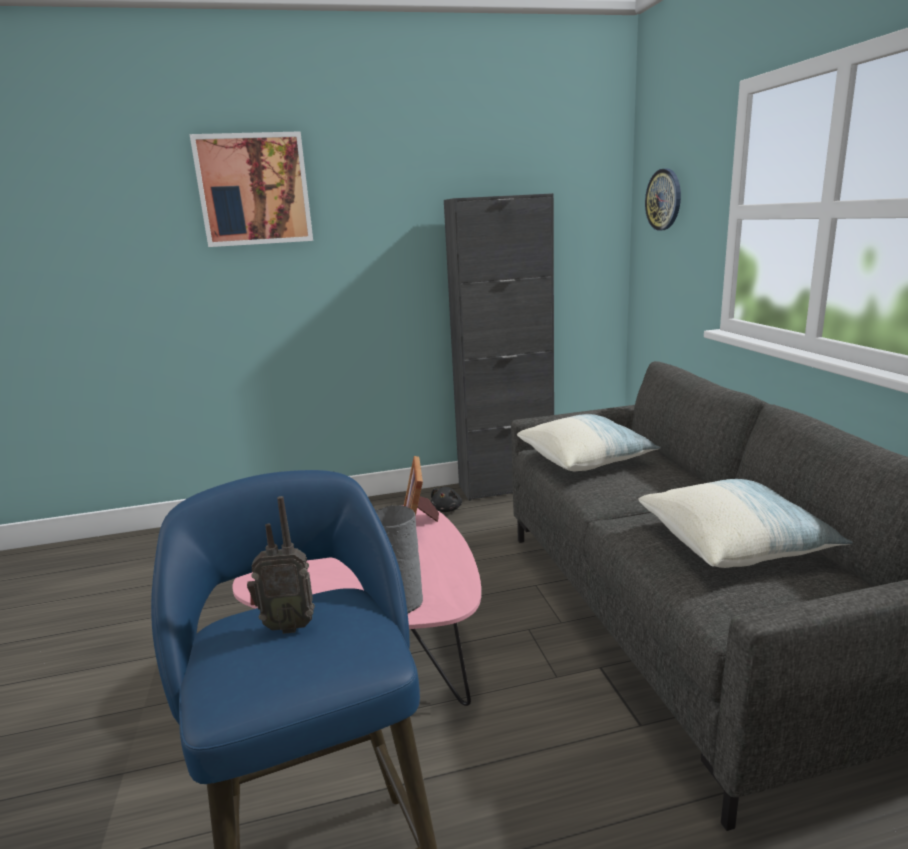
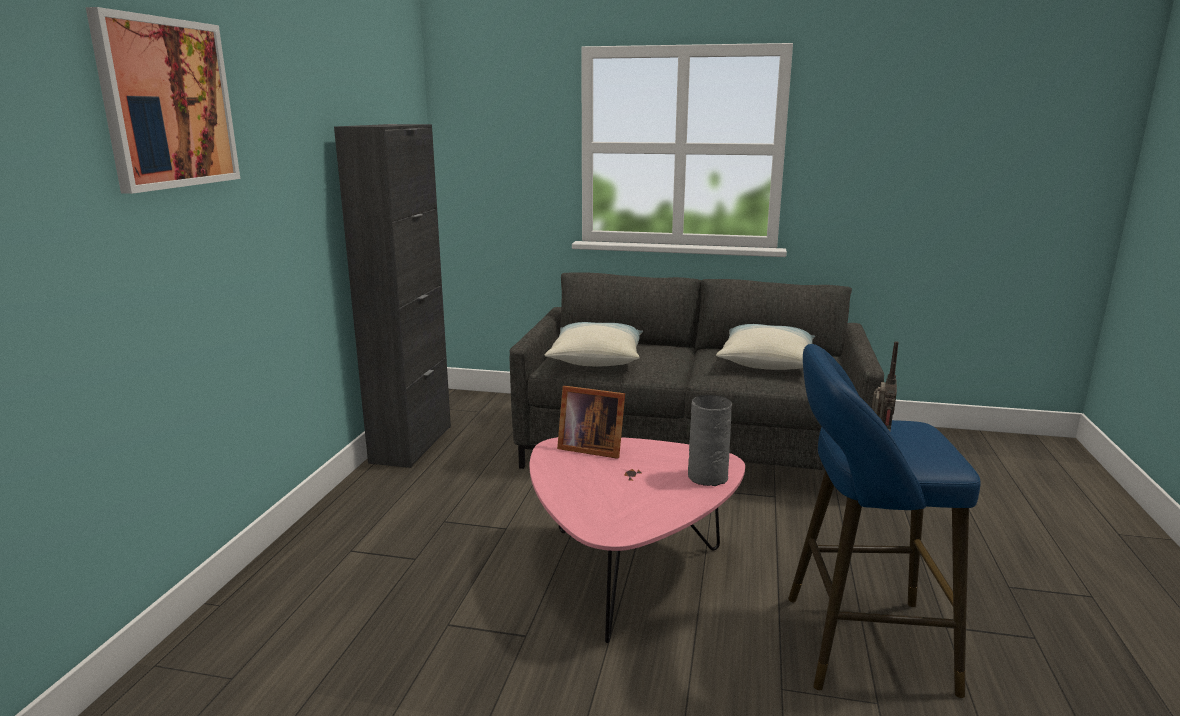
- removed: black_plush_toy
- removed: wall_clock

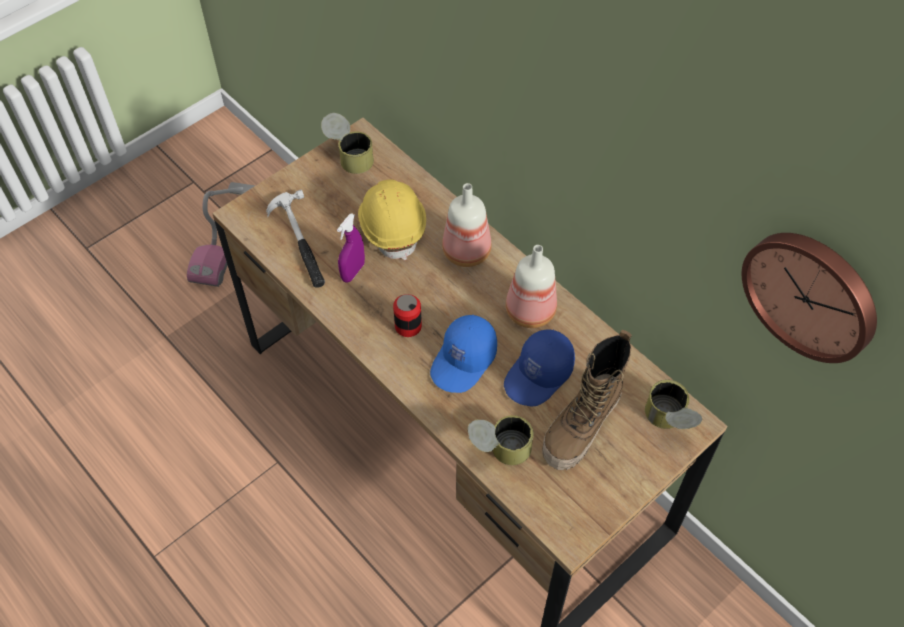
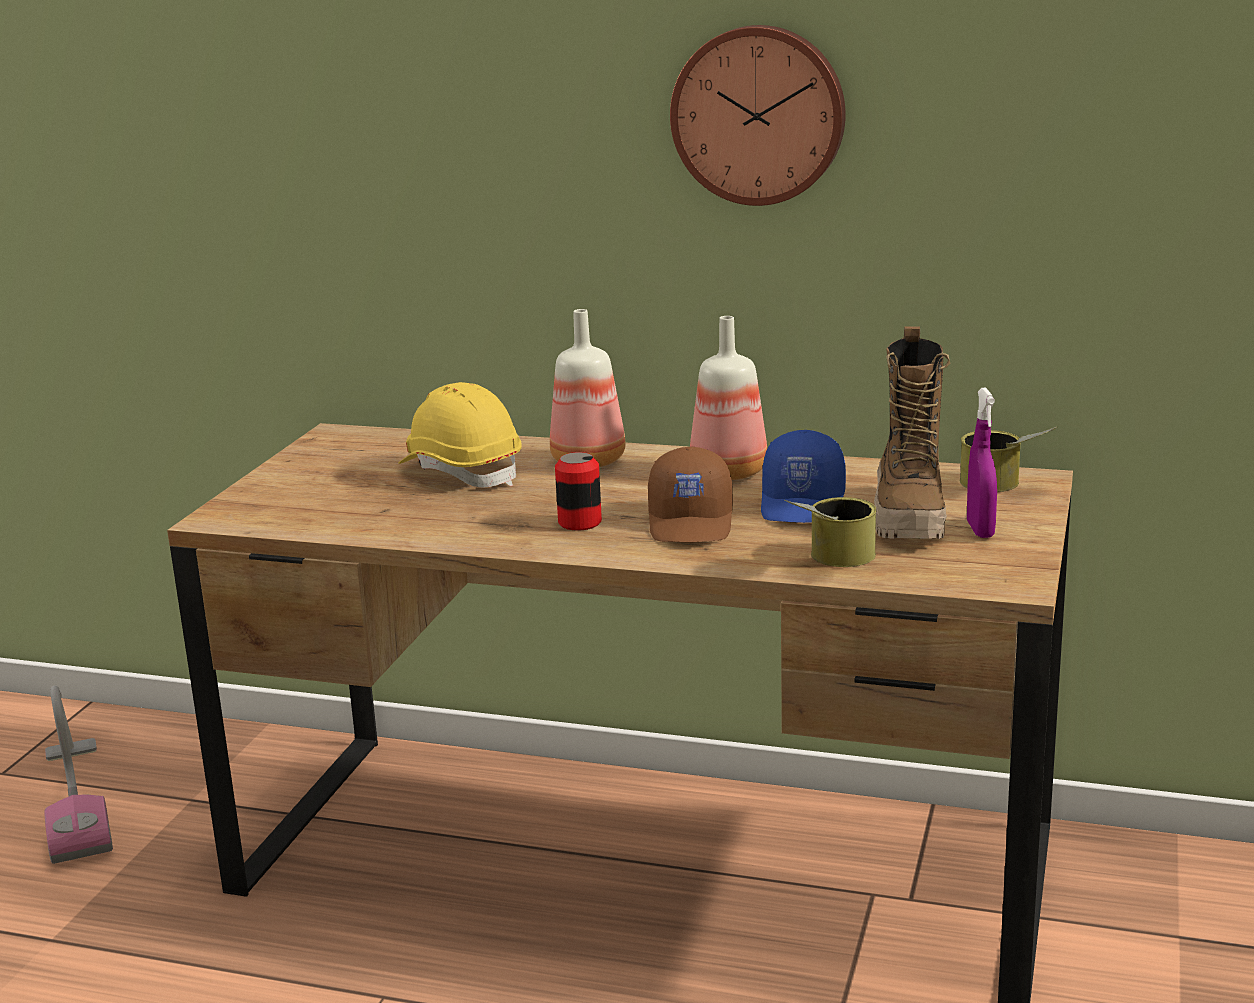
- removed: hammer
- removed: can (1st from left)
- moved: purple_spray_bottle
- recoloured: blue_cap (1st from left) to brown_cap
- moved: wall_clock

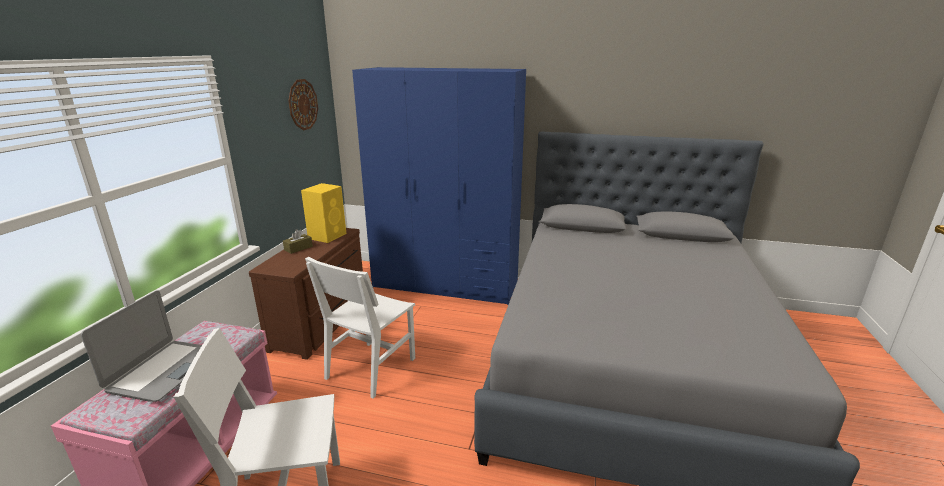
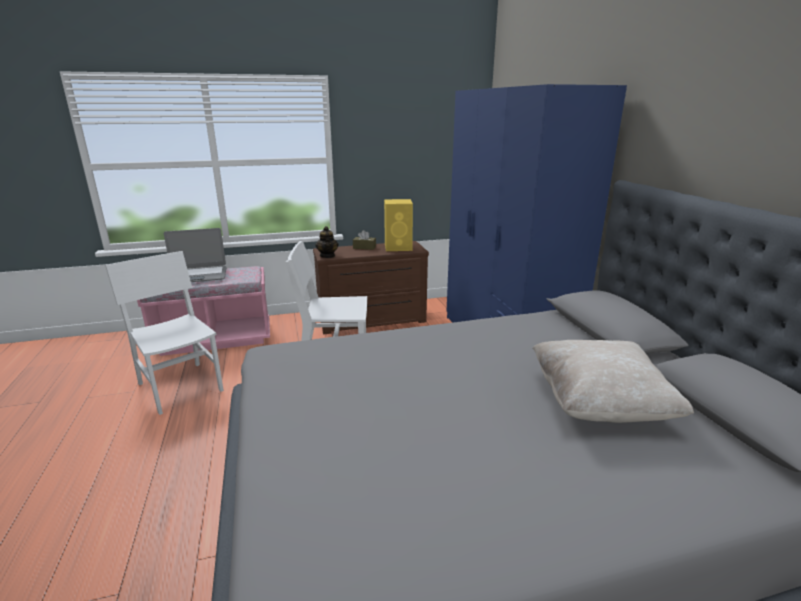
- removed: wall_clock
- added: teapot
- added: beige_pillow

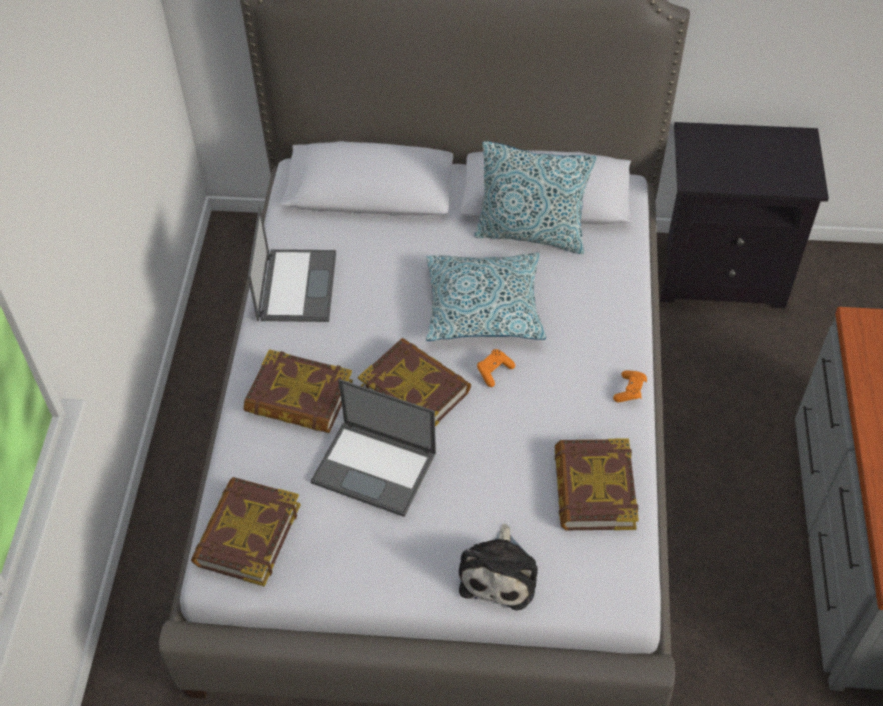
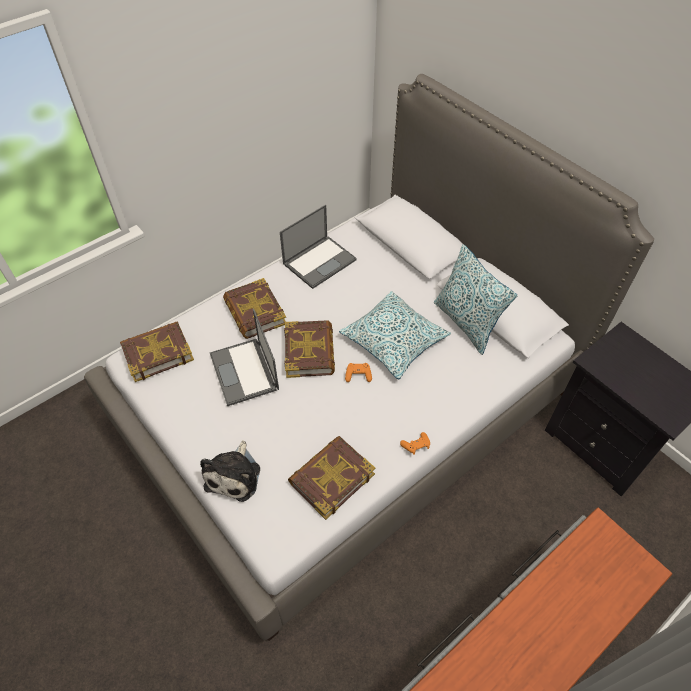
- turned: plush_toy 45 degrees counterclockwise

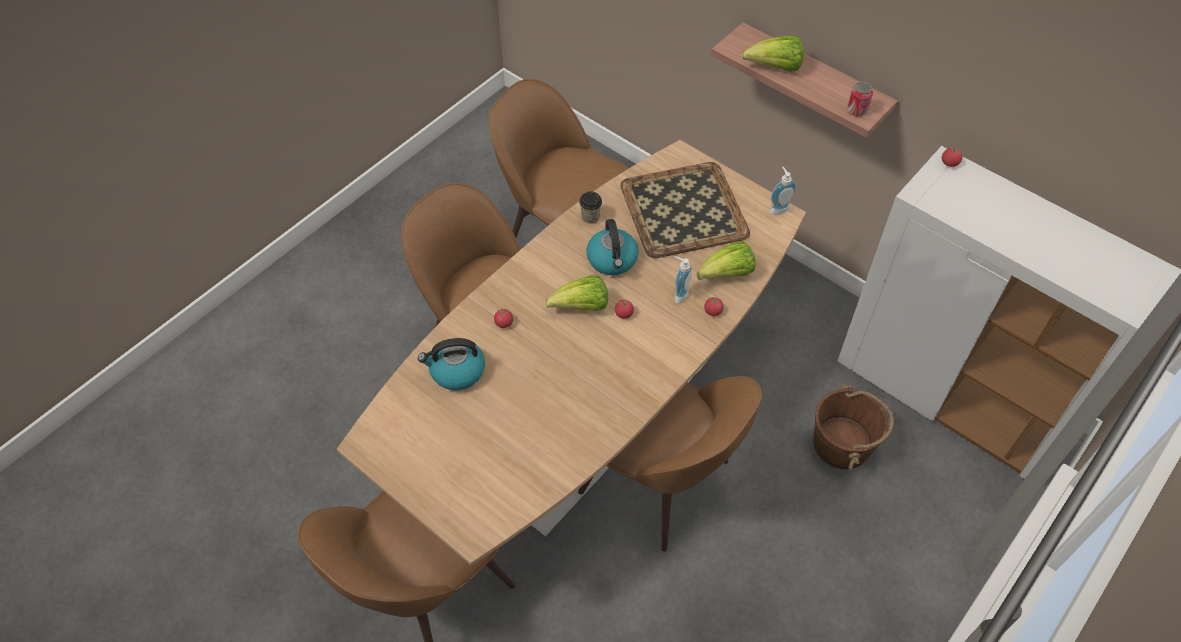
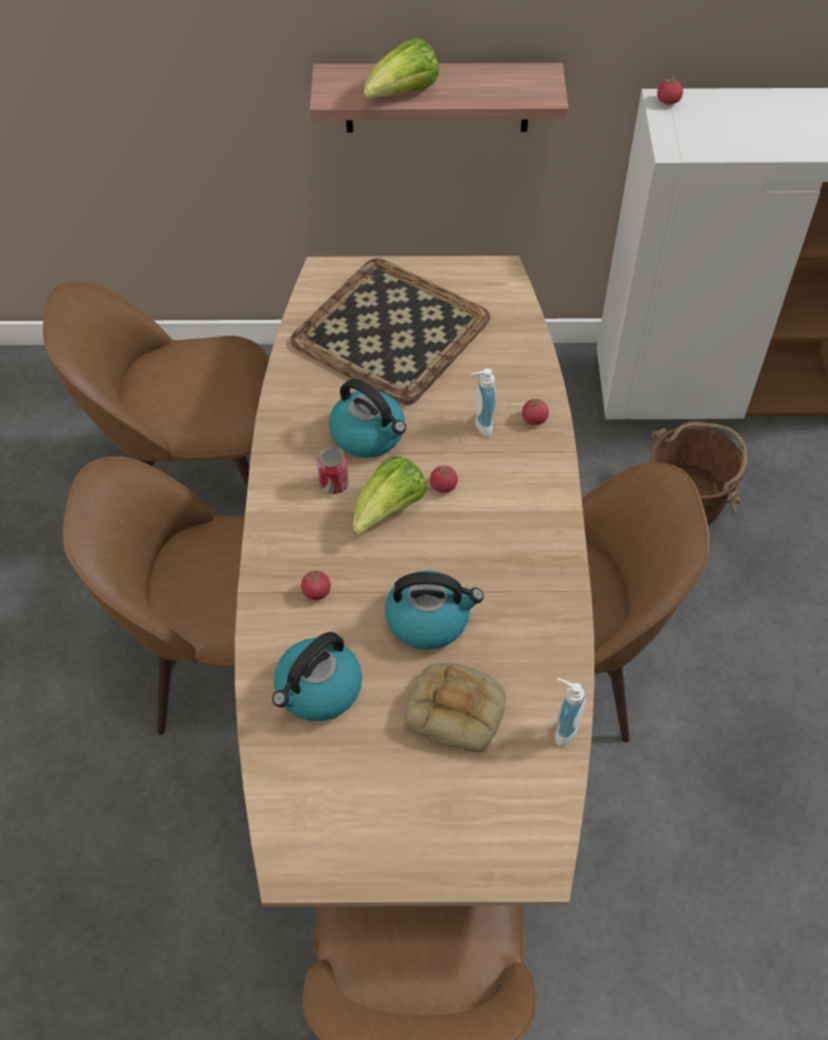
- removed: cup
- removed: lettuce (2nd from left)
- moved: soap_dispenser (2nd from left)
- moved: can
- added: kettle (3rd from left)
- added: bread

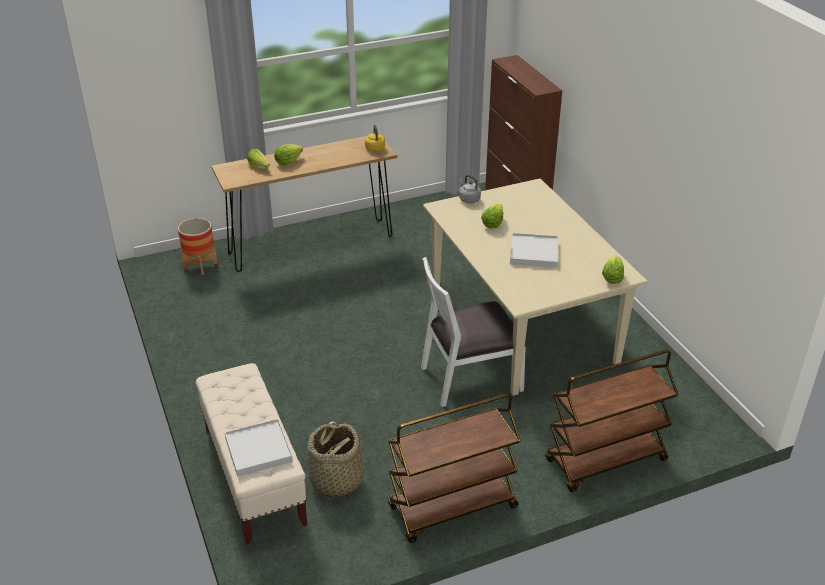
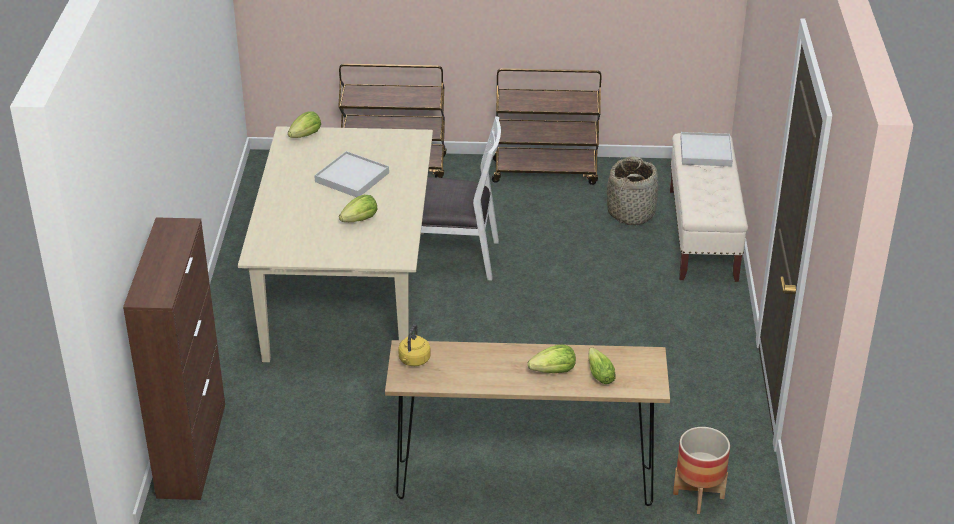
- removed: grey_kettle

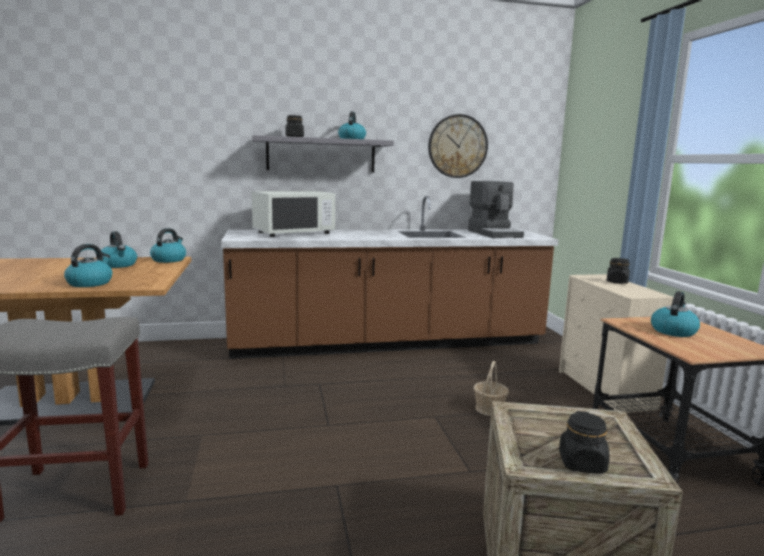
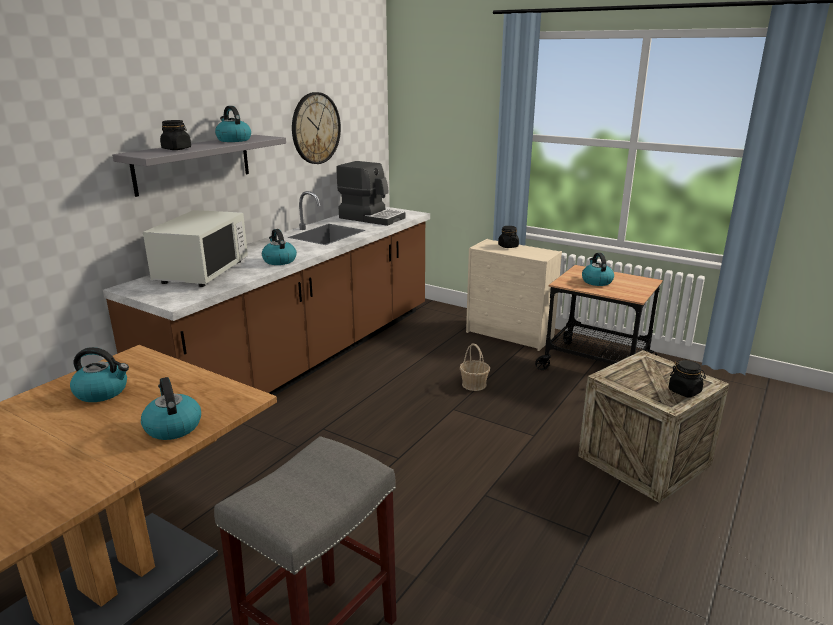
- moved: kettle (3rd from left in the first image) to kettle (4th from left)

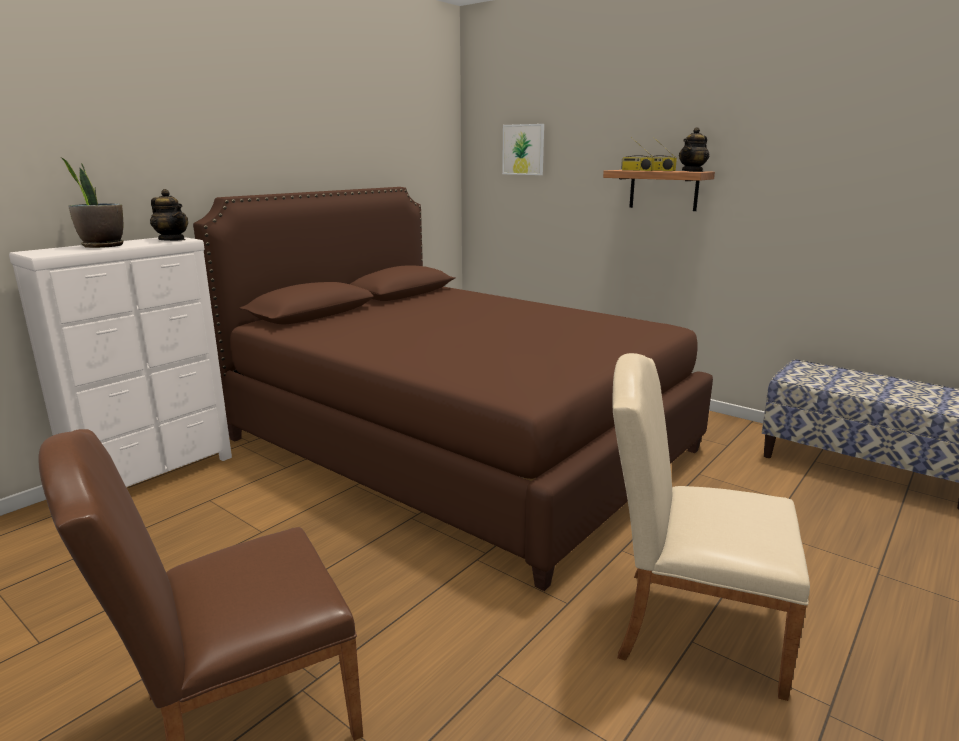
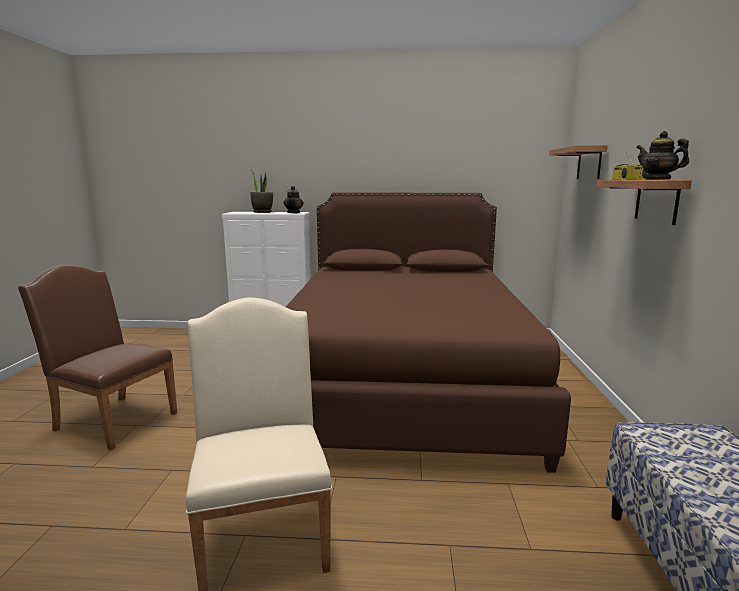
- replaced: picture to shelf (1st from left)
- turned: teapot (2nd from left) 45 degrees clockwise

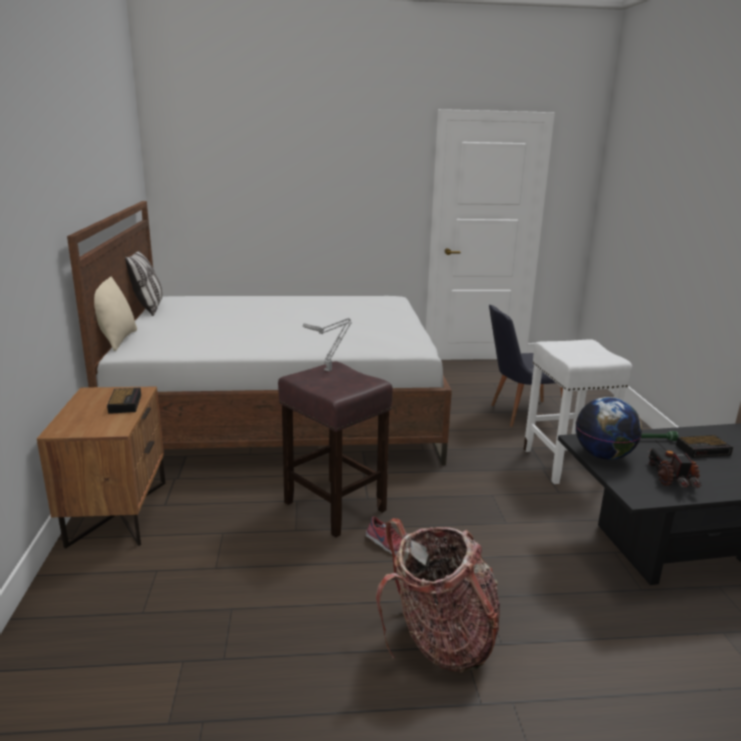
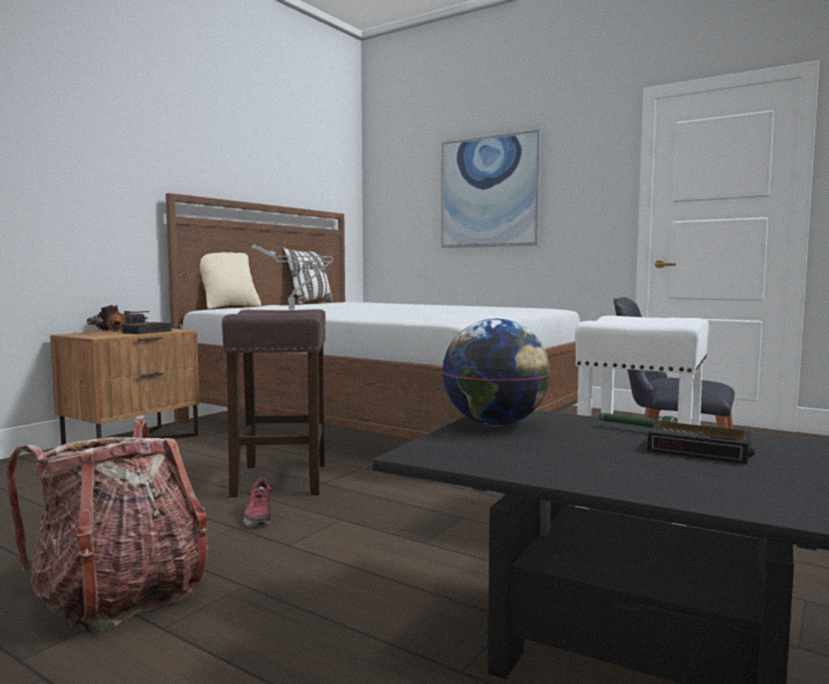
- moved: toy_truck
- added: picture

